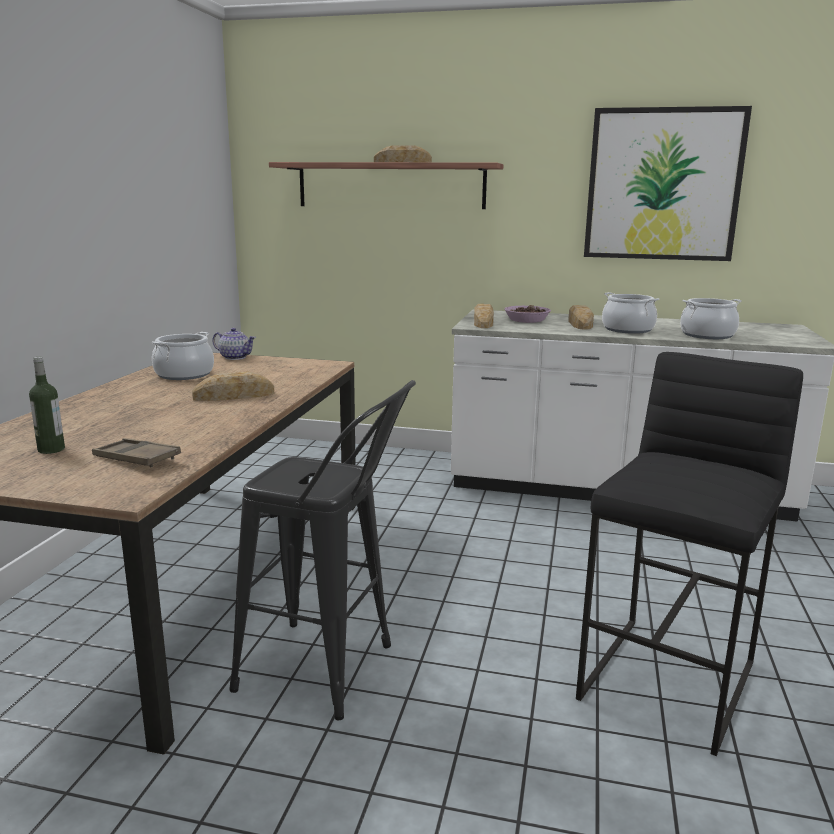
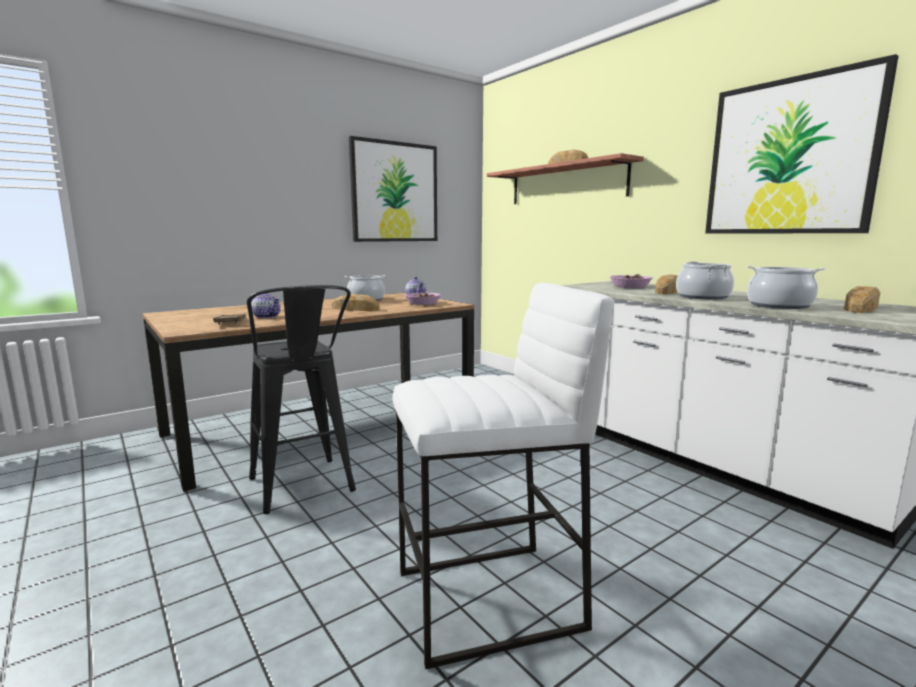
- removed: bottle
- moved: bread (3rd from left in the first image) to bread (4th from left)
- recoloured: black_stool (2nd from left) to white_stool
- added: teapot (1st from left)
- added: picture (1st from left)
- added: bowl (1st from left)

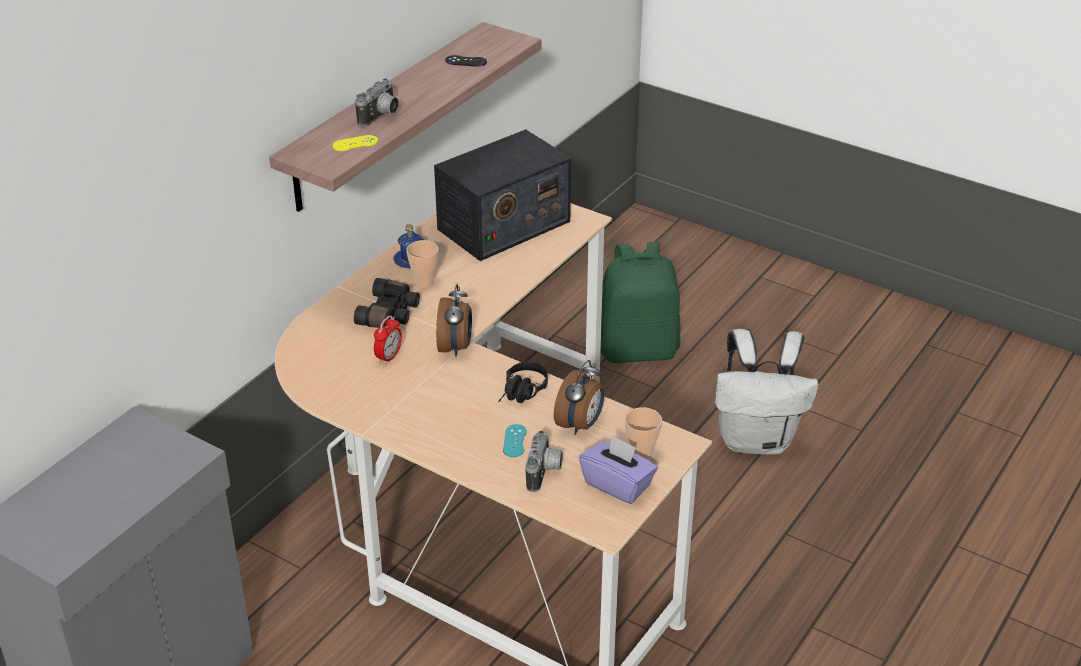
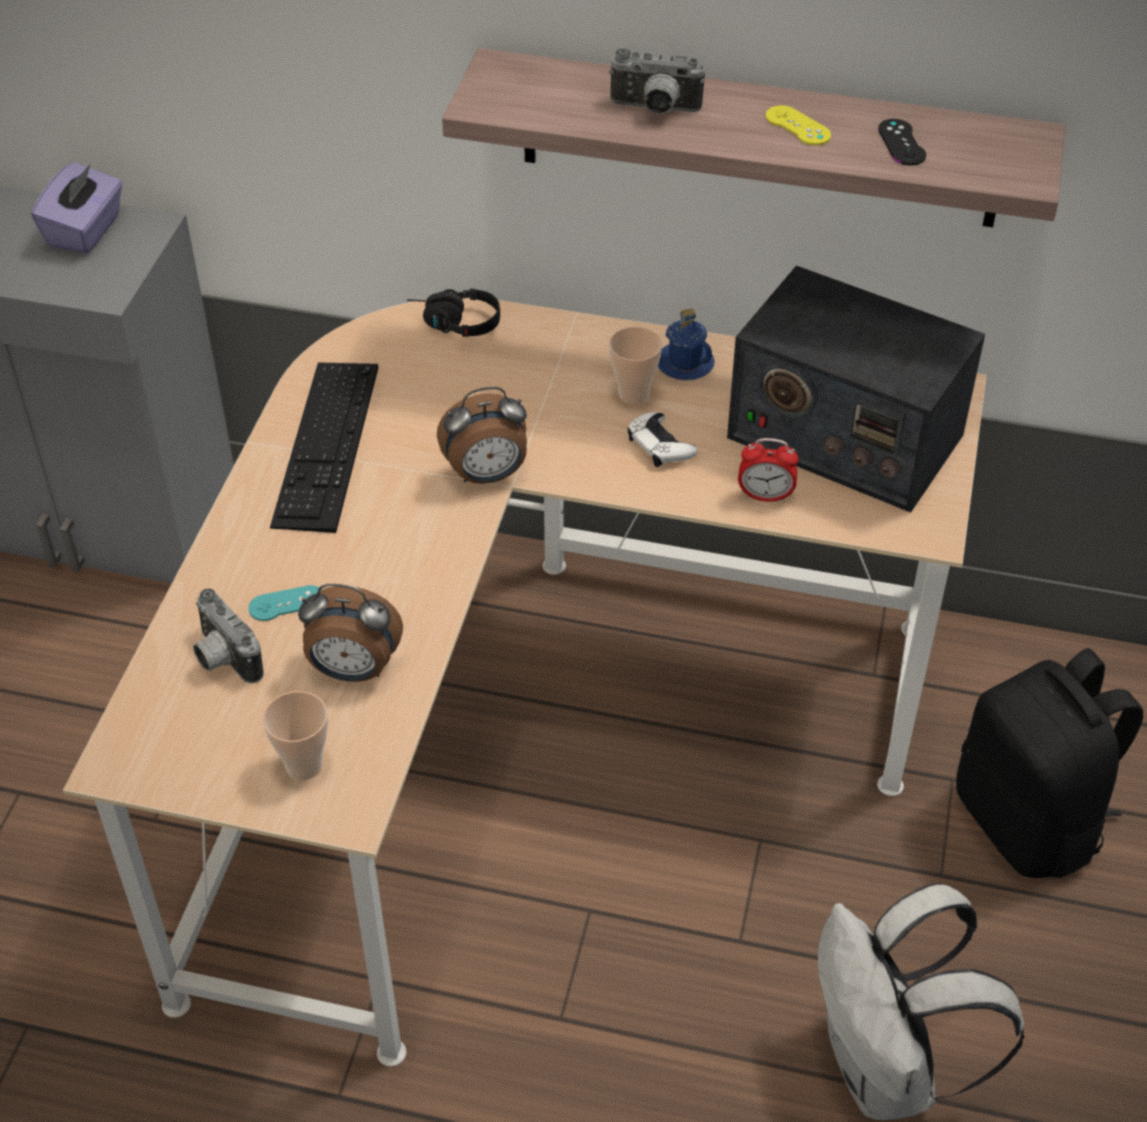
- moved: yellow_game_controller
- removed: black_binoculars
- moved: alarm_clock (1st from left in the first image) to alarm_clock (3rd from left)
- moved: black_headphones
- turned: photo_camera (2nd from left in the first image) 60 degrees clockwise
- moved: purple_tissue_box
- recoloured: green_backpack to black_backpack
- added: keyboard
- added: white_game_controller

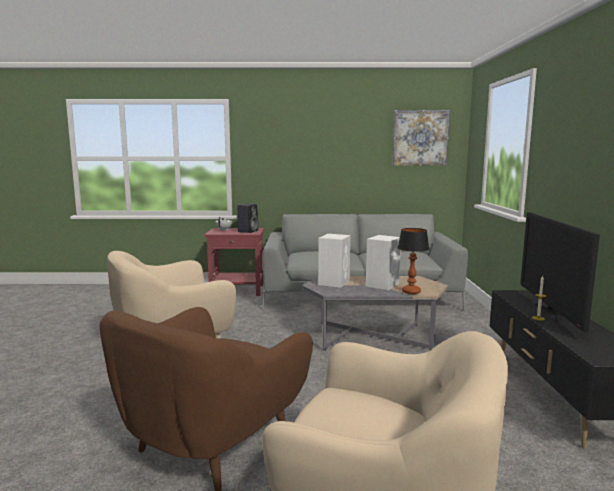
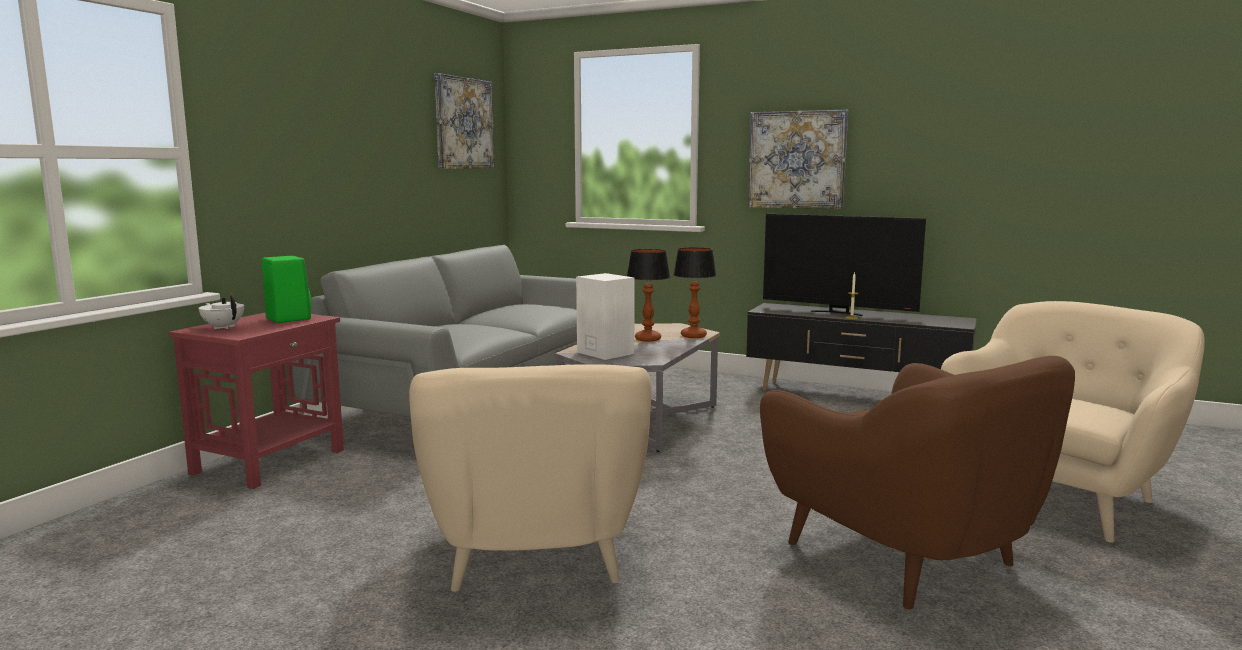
- recoloured: black_speaker to green_speaker
- replaced: white_speaker (2nd from left) to table_lamp (1st from left)
- added: picture (2nd from left)

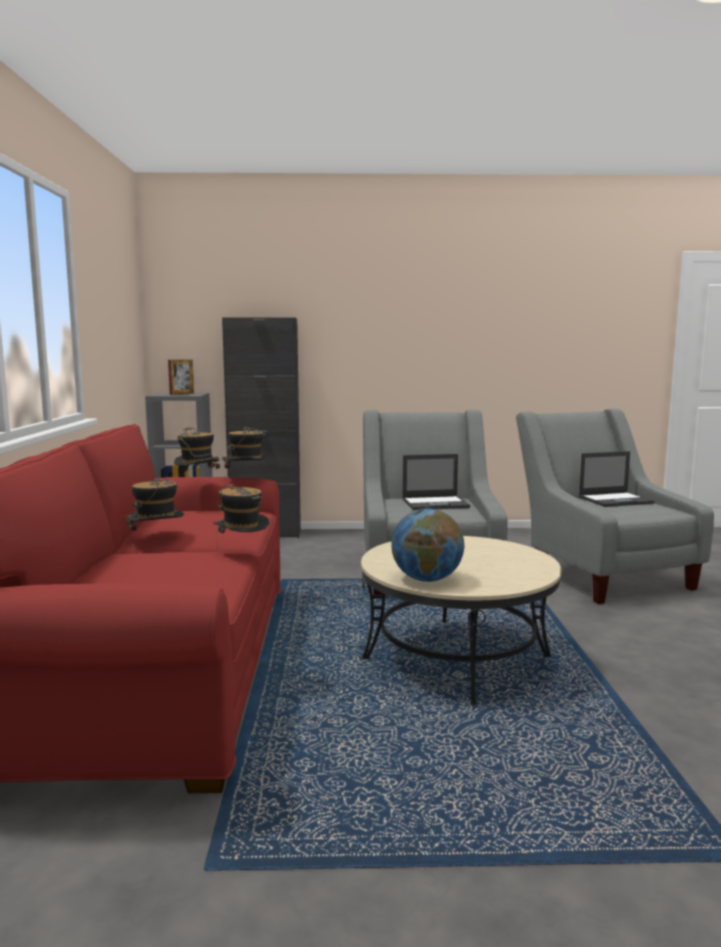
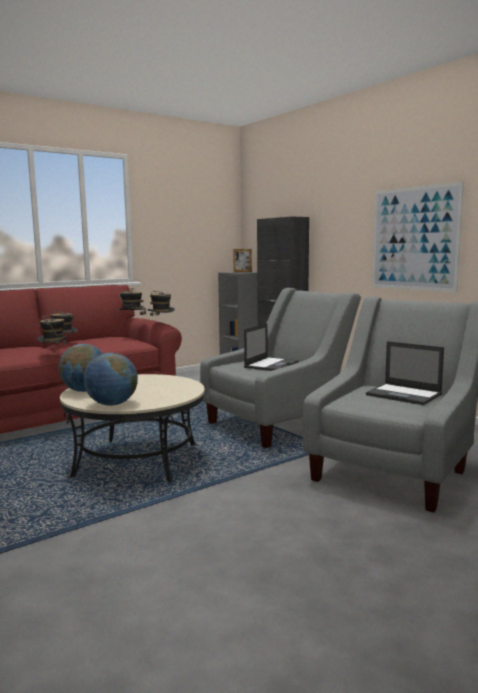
- turned: laptop (1st from left) 105 degrees counterclockwise
- added: globe (2nd from left)
- added: picture

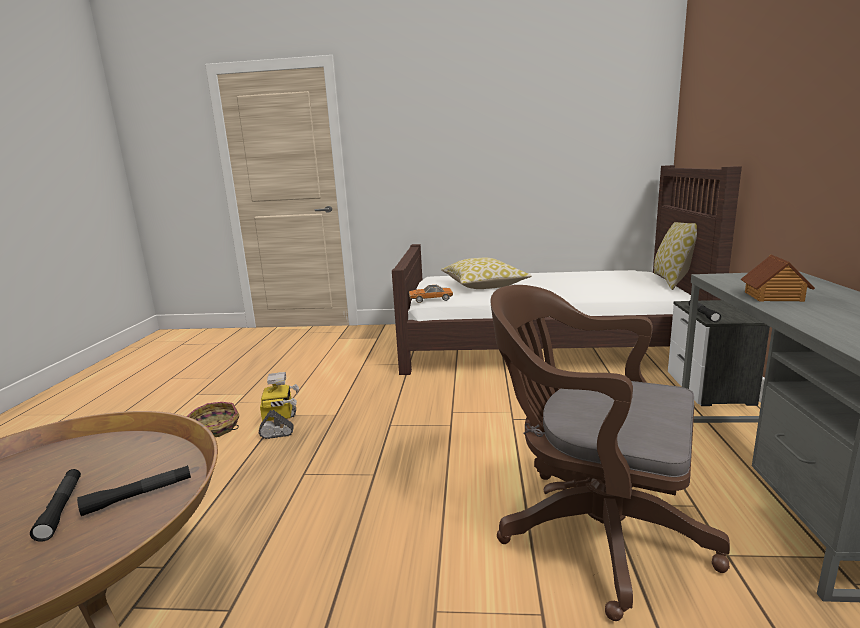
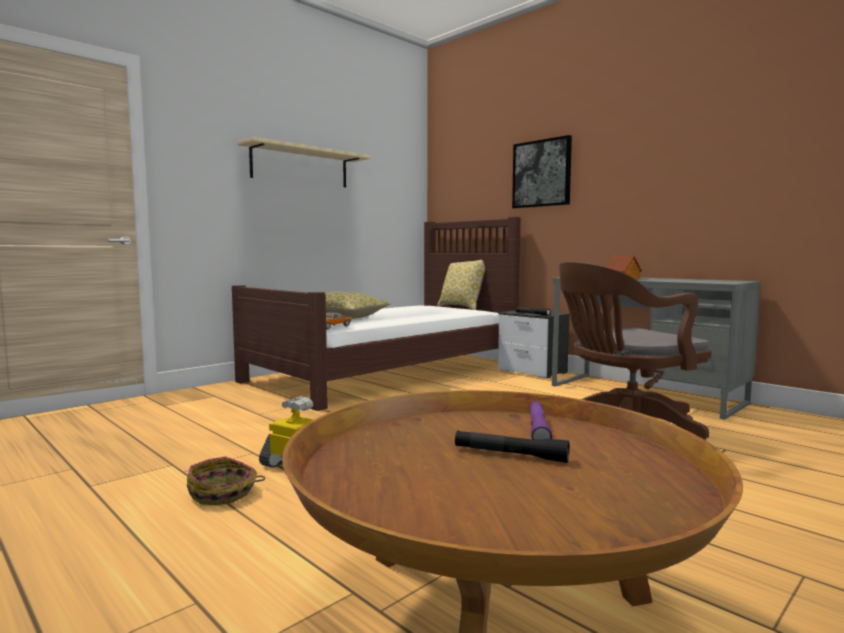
- recoloured: black_flashlight (2nd from left) to purple_flashlight
- added: beige_shelf
- added: picture

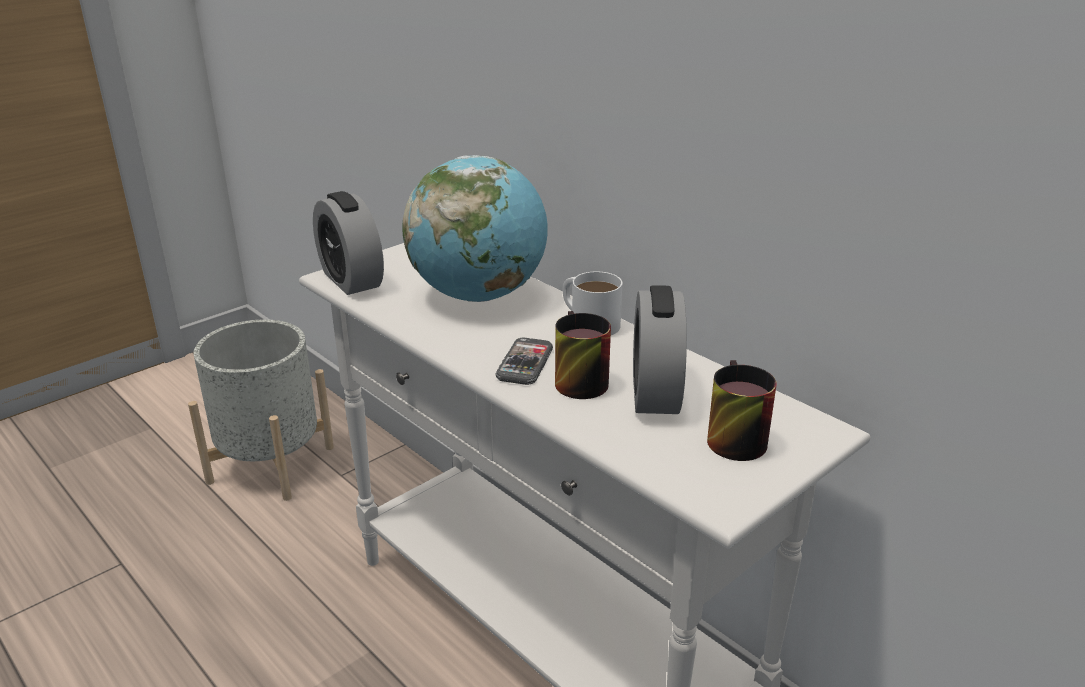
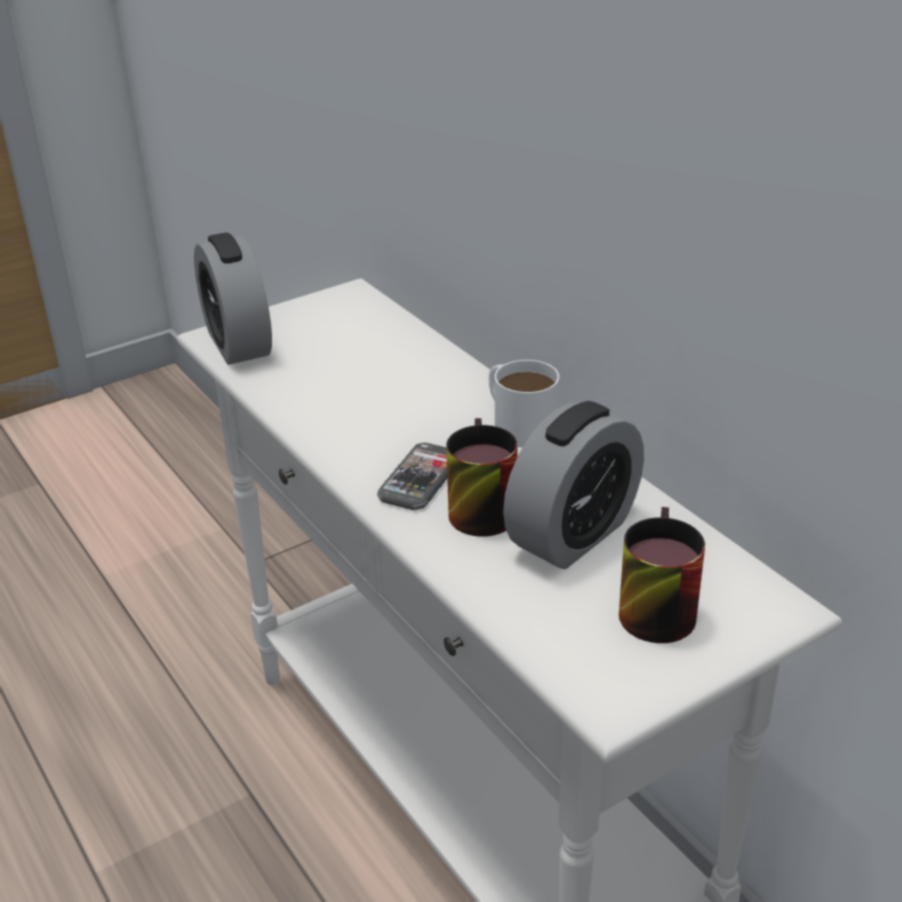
- removed: grey_planter
- removed: globe
- turned: alarm_clock (2nd from left) 150 degrees counterclockwise

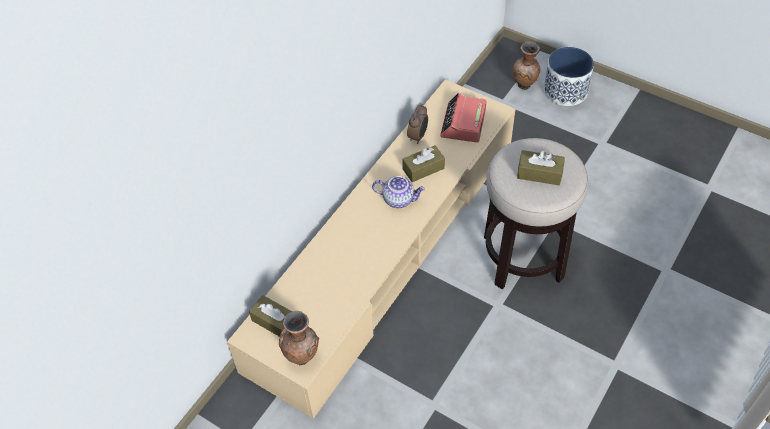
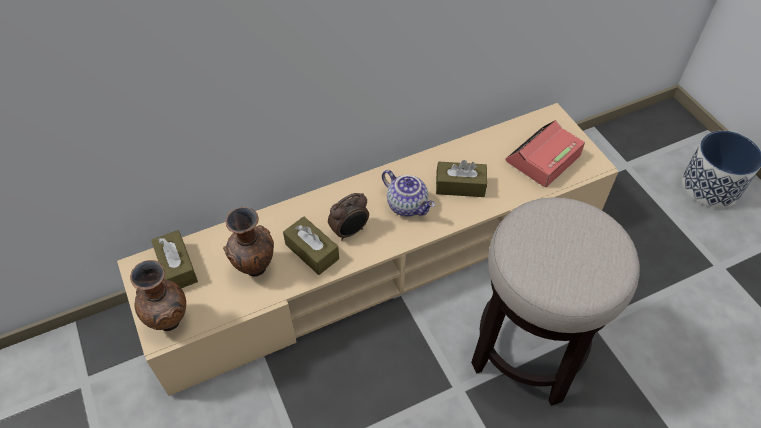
- moved: alarm_clock (1st from left)
- moved: brown_vase (2nd from left)
- moved: brown_tissue_box (3rd from left in the first image) to brown_tissue_box (2nd from left)

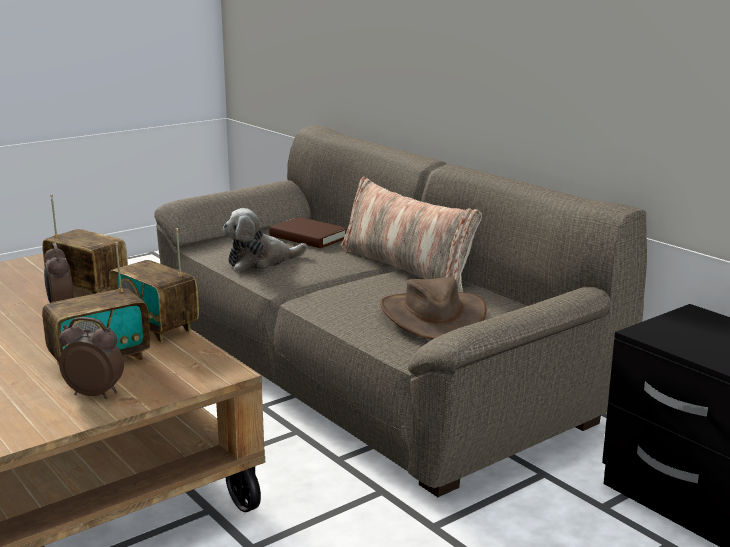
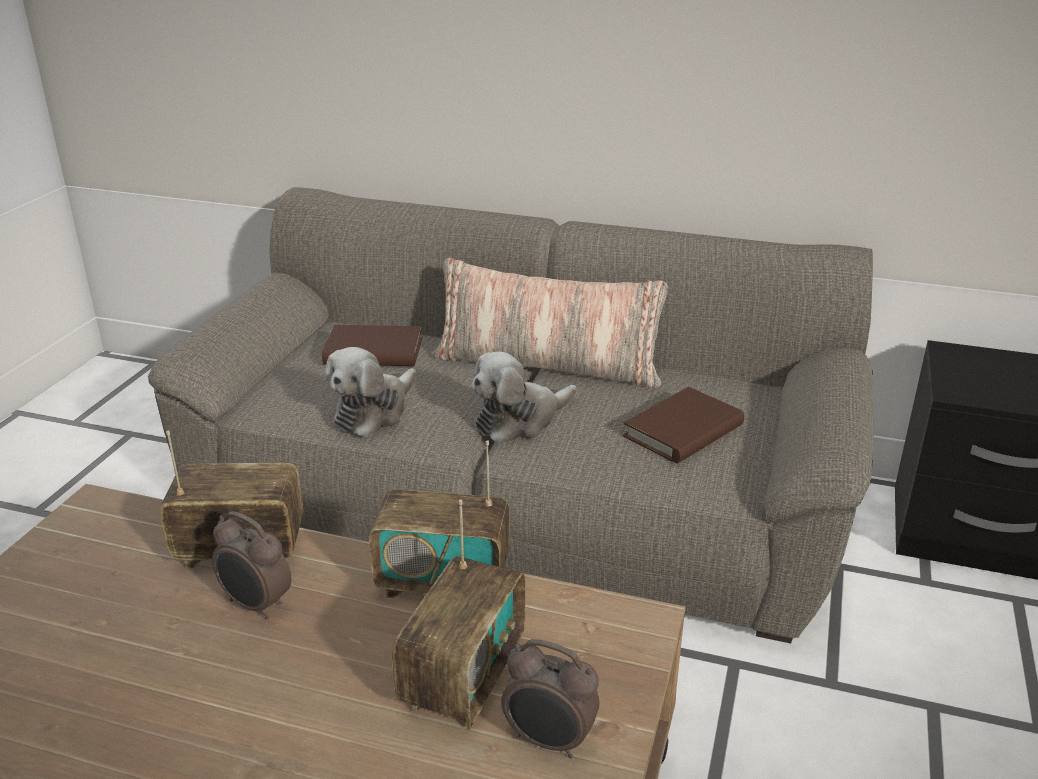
- turned: alarm_clock (2nd from left) 135 degrees counterclockwise
- replaced: brown_hat to brown_book (2nd from left)
- added: plush_toy (2nd from left)

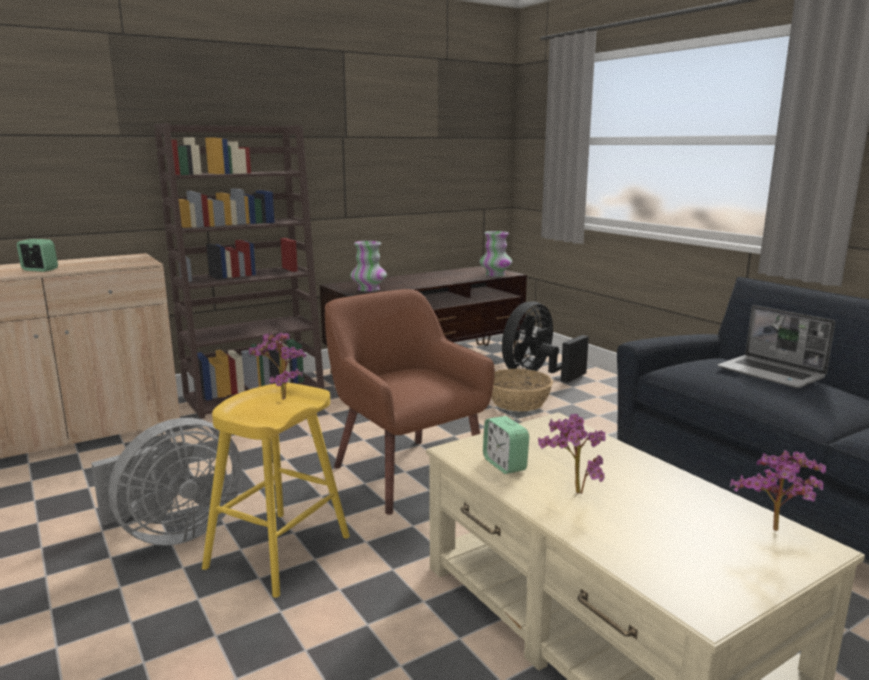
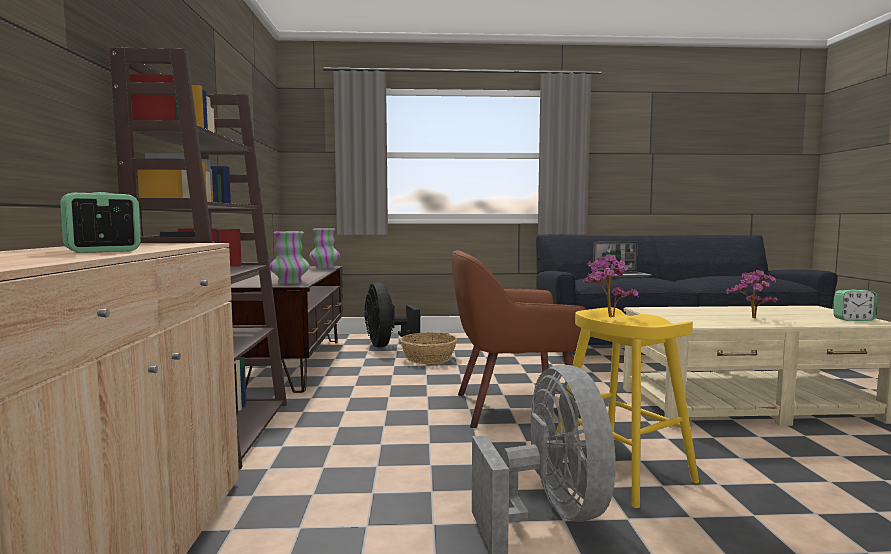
- moved: alarm_clock (2nd from left)
- removed: potted_plant (3rd from left)

